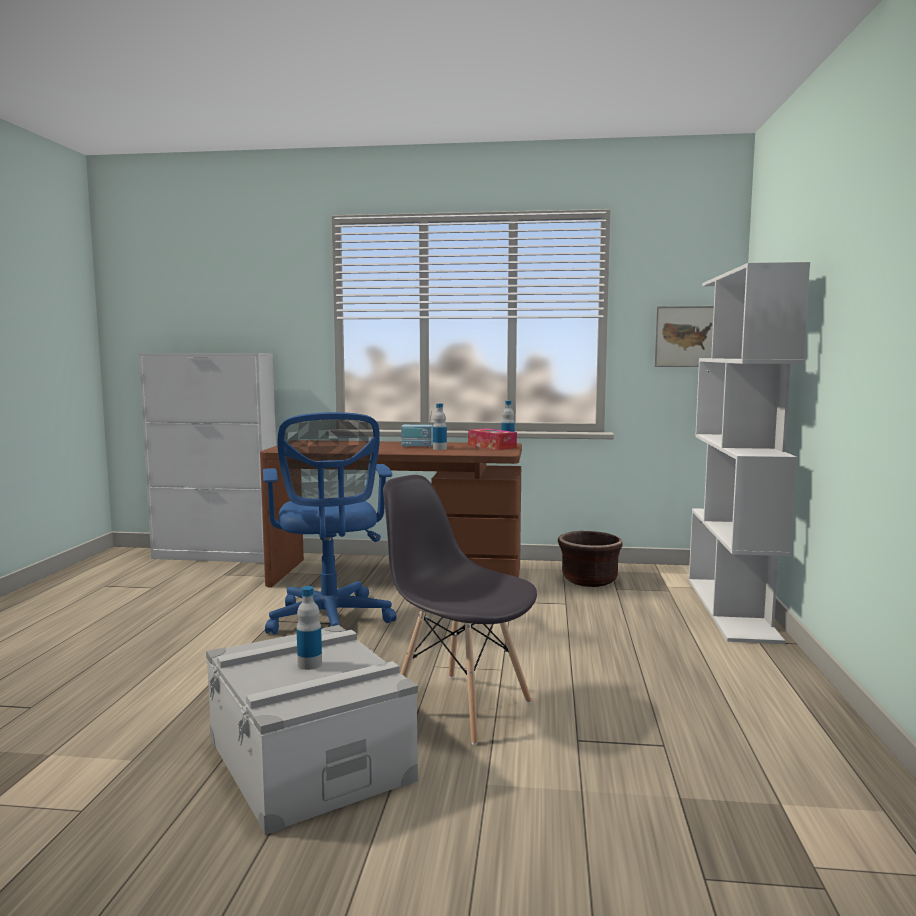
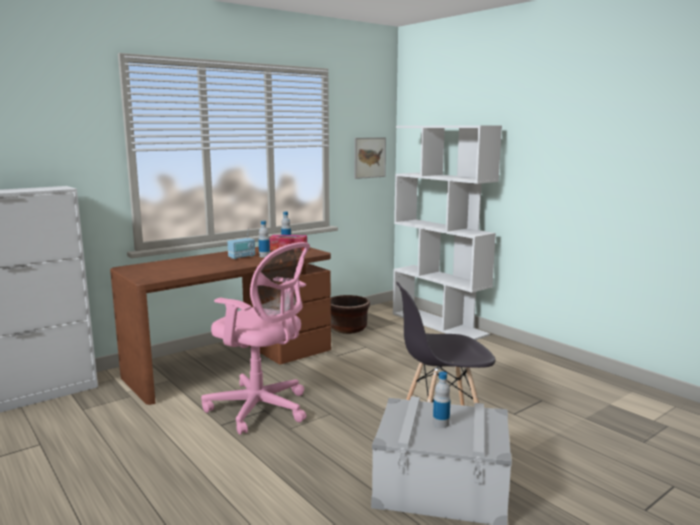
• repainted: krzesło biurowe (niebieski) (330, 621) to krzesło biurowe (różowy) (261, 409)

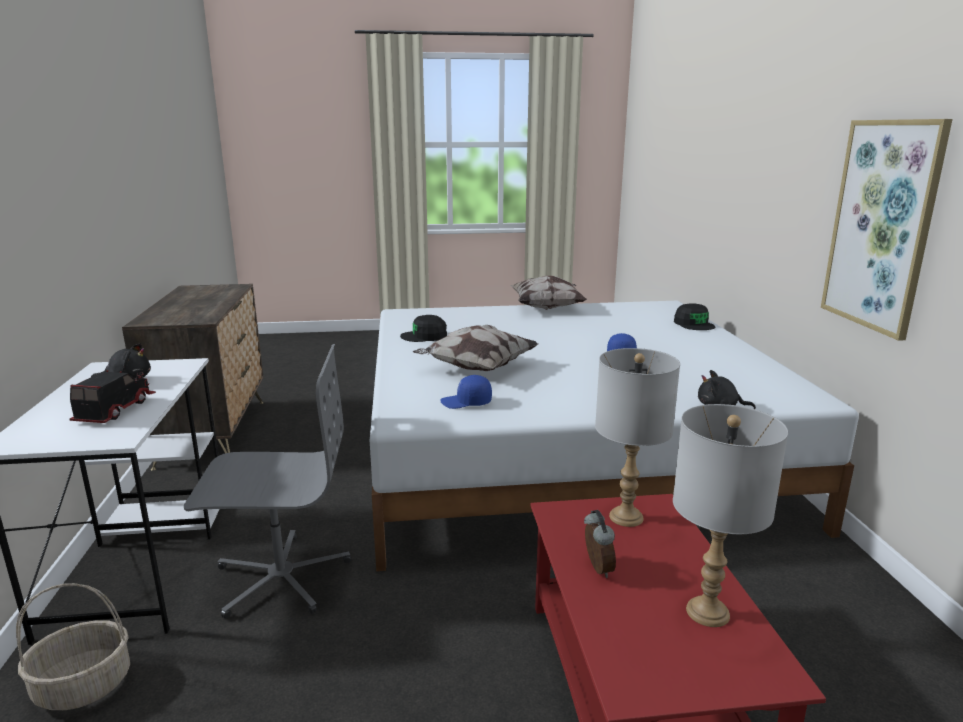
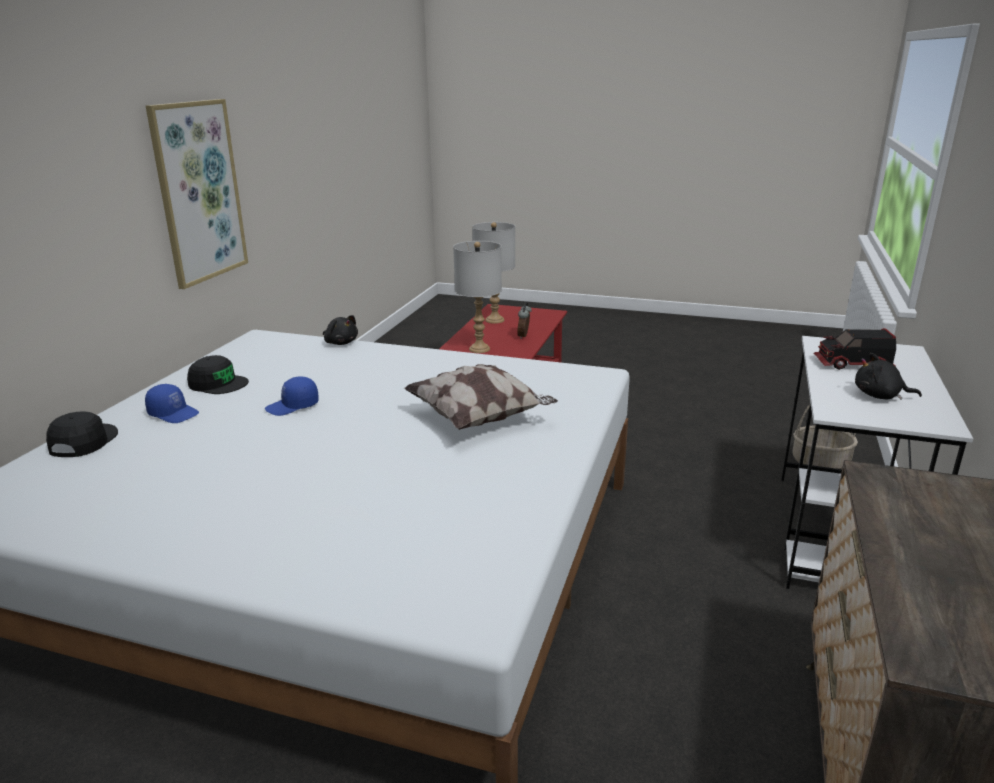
• rotated: ciężarówka zabawkowa (114, 410) = (853, 365) 60 degrees clockwise
• gone: krzesło biurowe (szary) (281, 577)
• shifted: czapka z daszkiem (czarny) (425, 336) to (218, 383)
• shifted: czapka z daszkiem (niebieski) (466, 403) to (174, 413)
• gone: poduszka (547, 307)

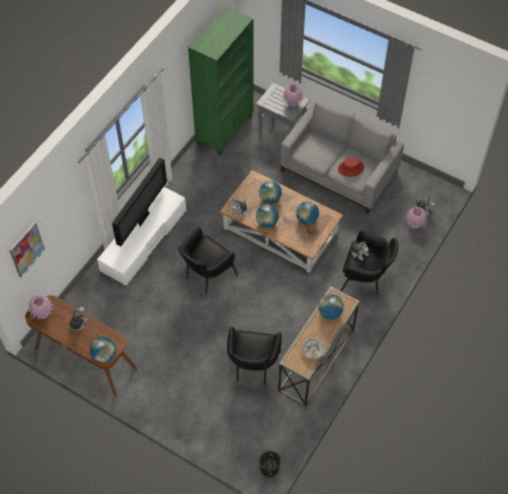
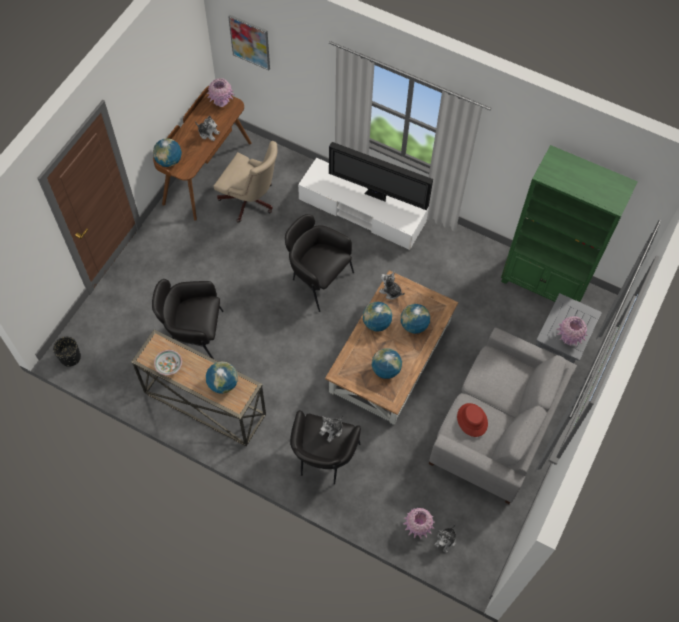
• new: krzesło biurowe (beżowy) (250, 201)

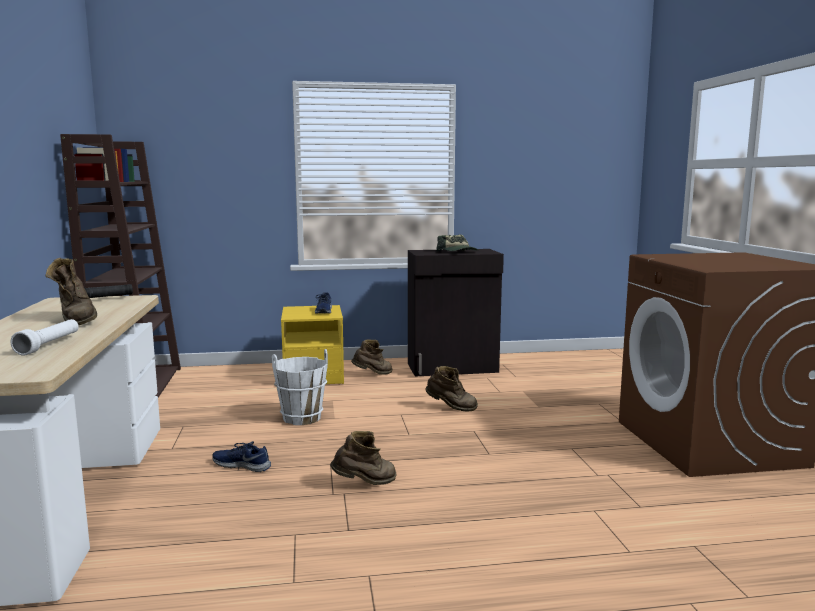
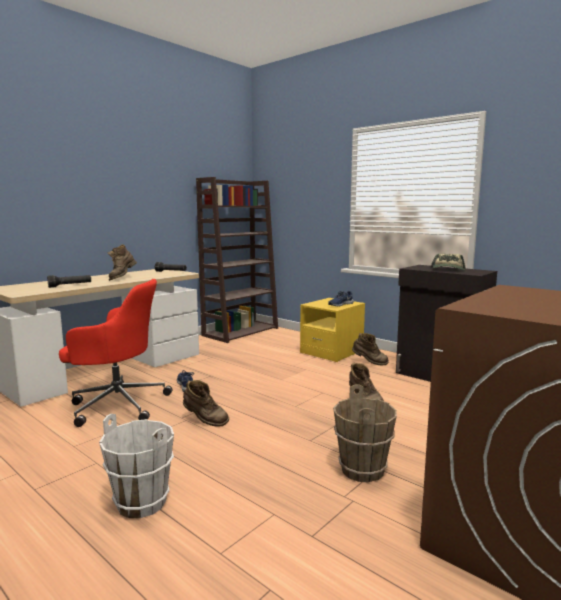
• repainted: latarka (biały) (49, 345) to latarka (czarny) (70, 285)
• shifted: wiadro (biały) (301, 418) to (142, 502)
• new: krzesło biurowe (czerwony) (117, 404)
• new: wiadro (brązowy) (363, 470)

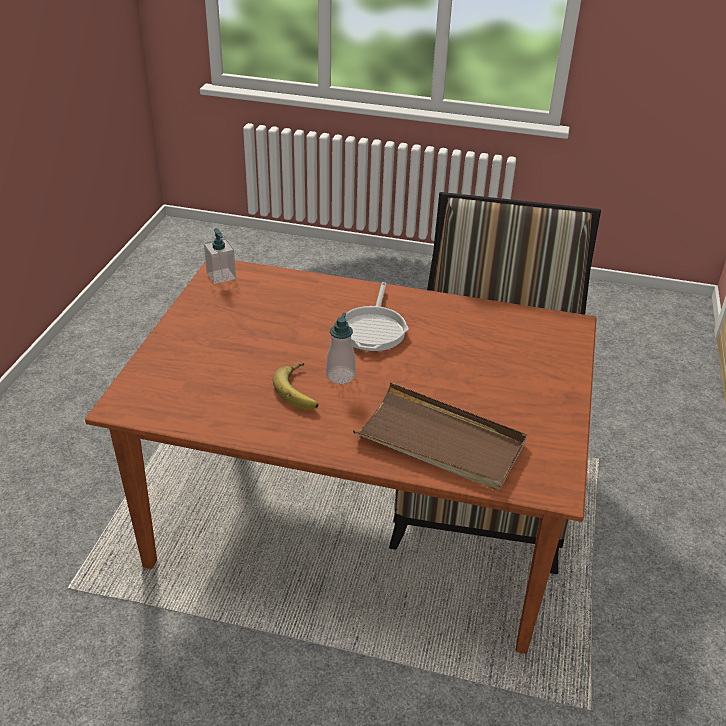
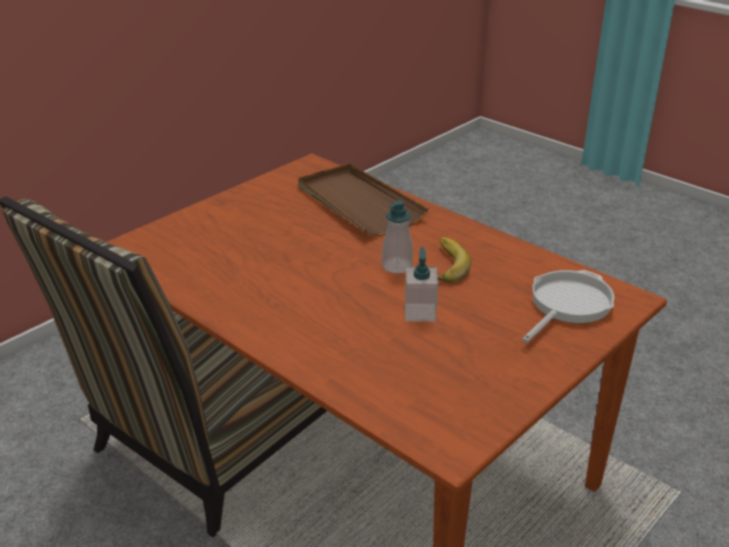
• shifted: dozownik mydła (221, 276) to (420, 312)
• shifted: patelnia (373, 329) to (567, 305)

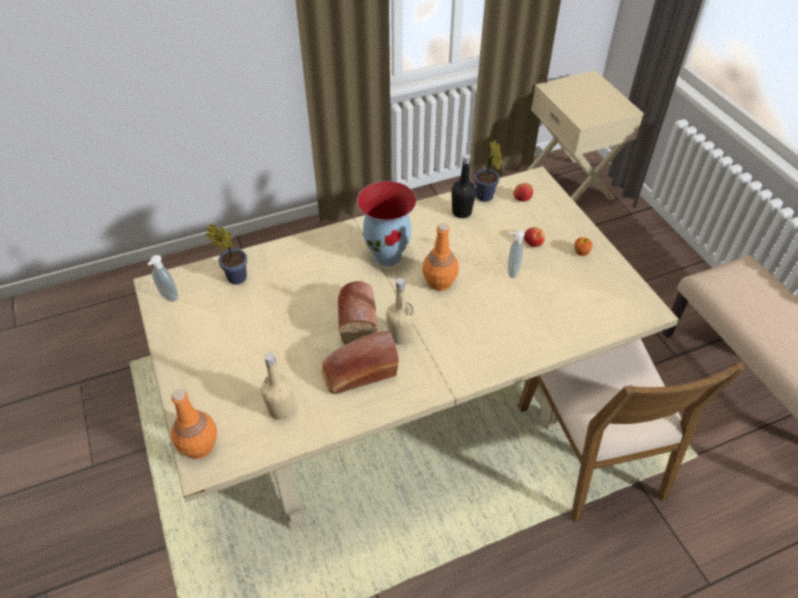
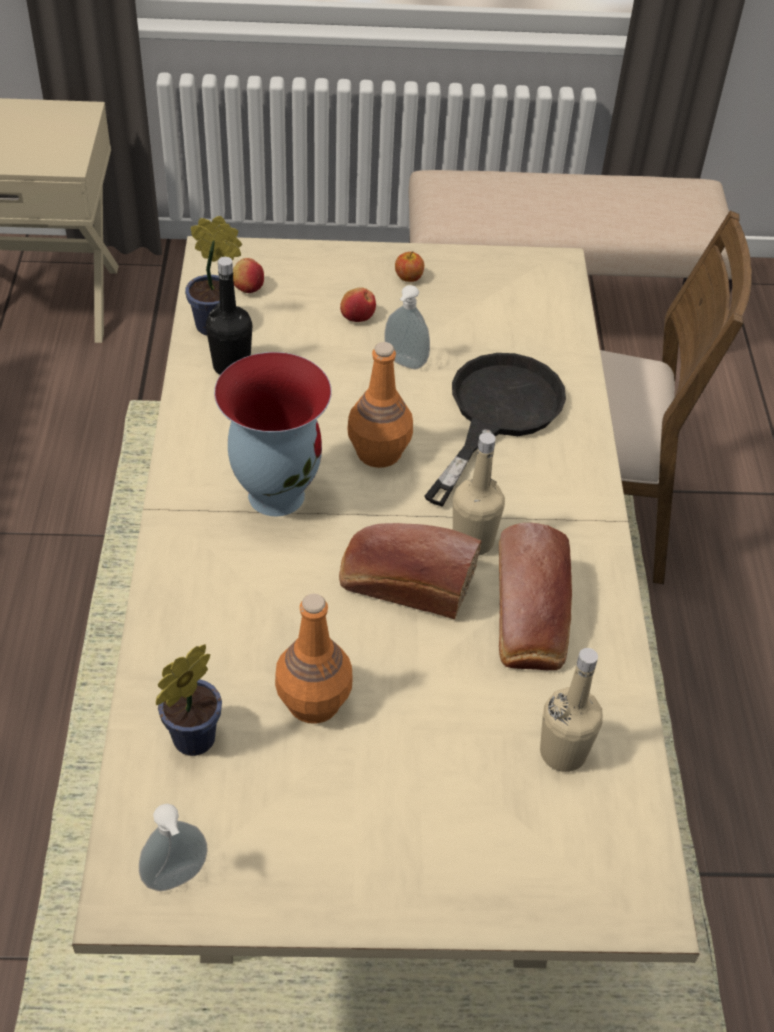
• shifted: butelka (pomarańczowy) (198, 445) to (313, 702)
• new: patelnia (czarny) (497, 414)

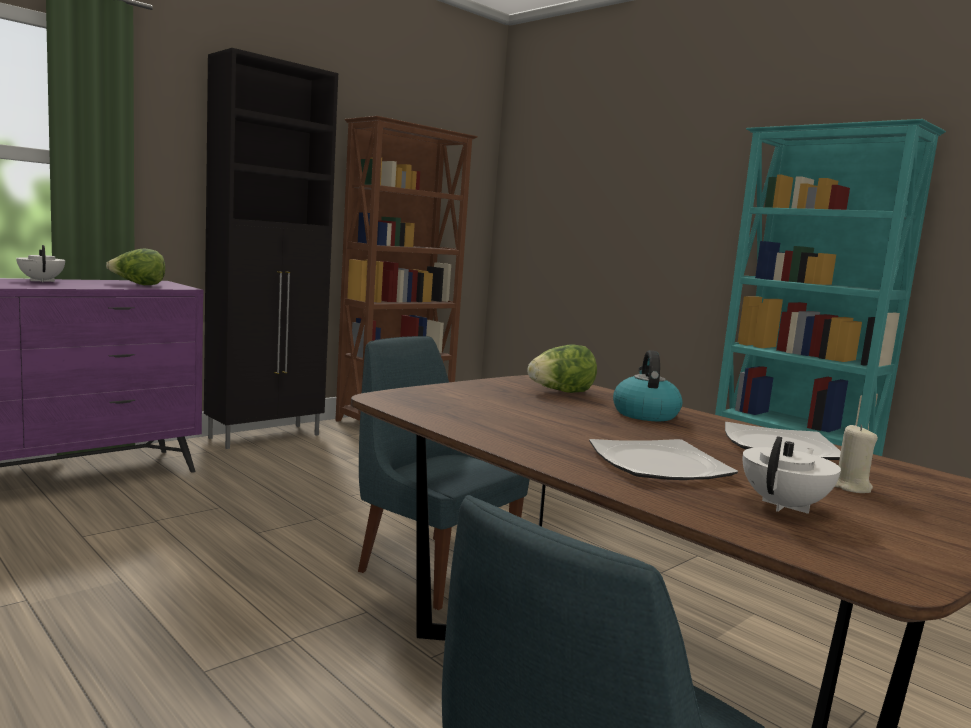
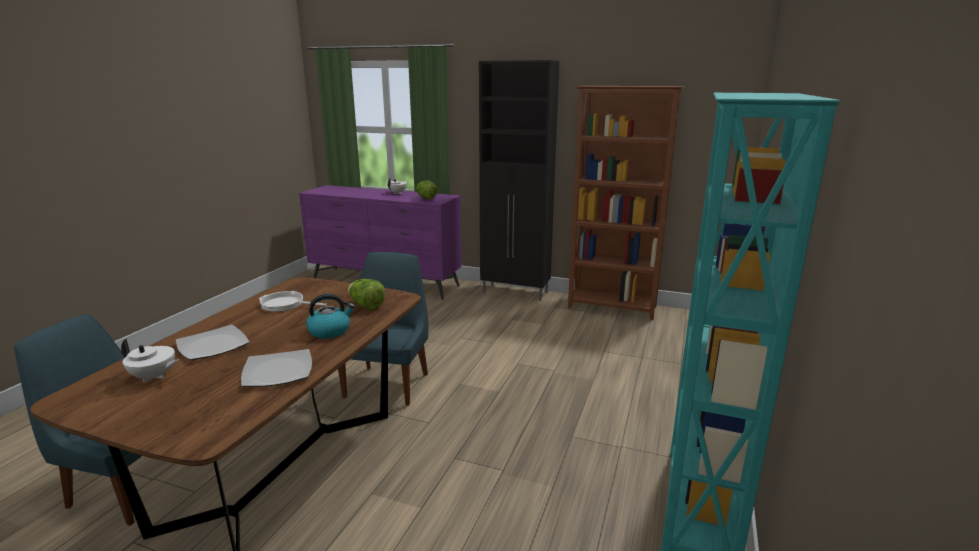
• gone: świeca (beżowy) (850, 487)
• new: patelnia (285, 304)

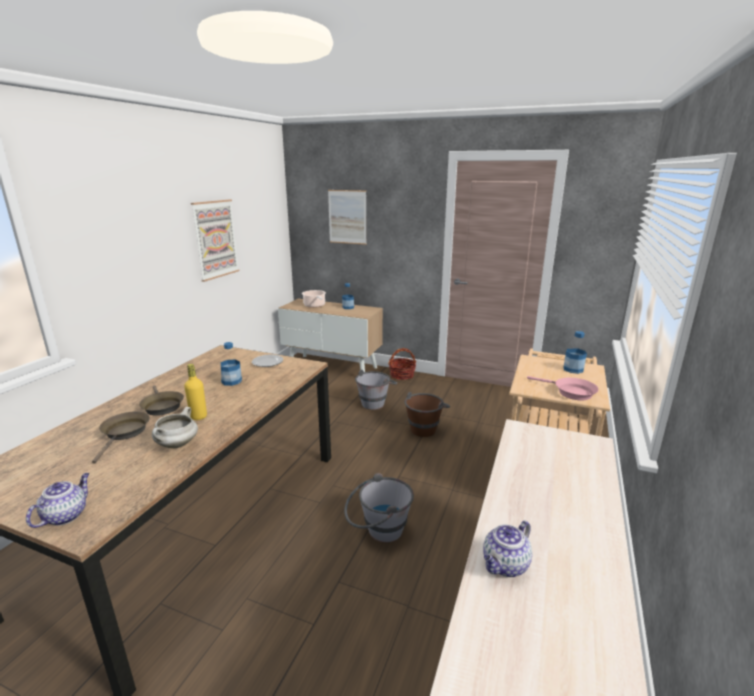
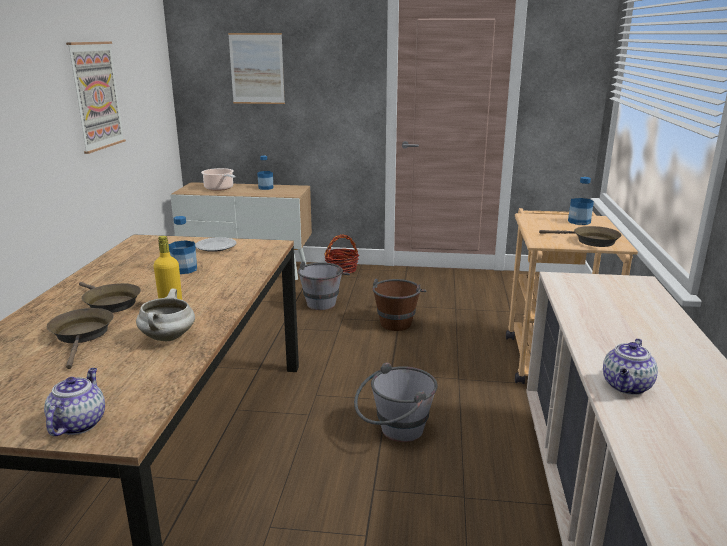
• repainted: patelnia (różowy) (571, 392) to patelnia (brązowy) (591, 241)

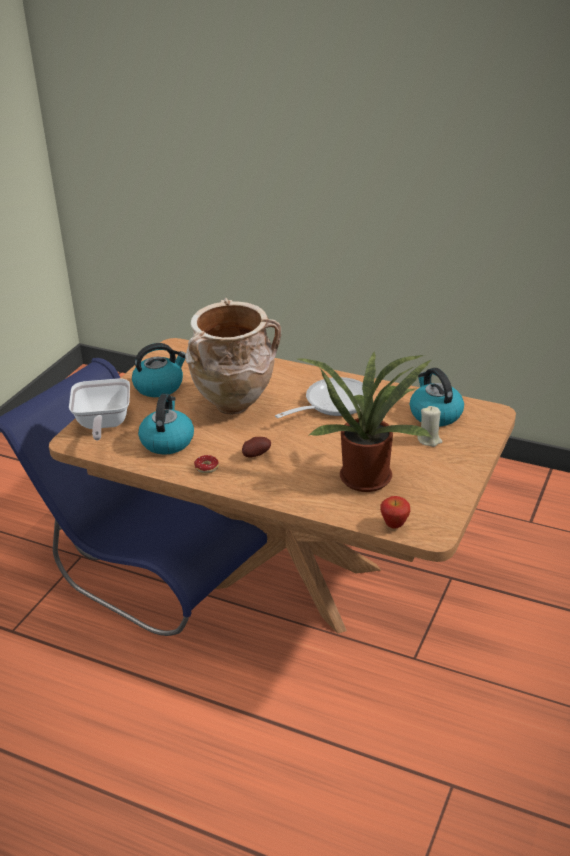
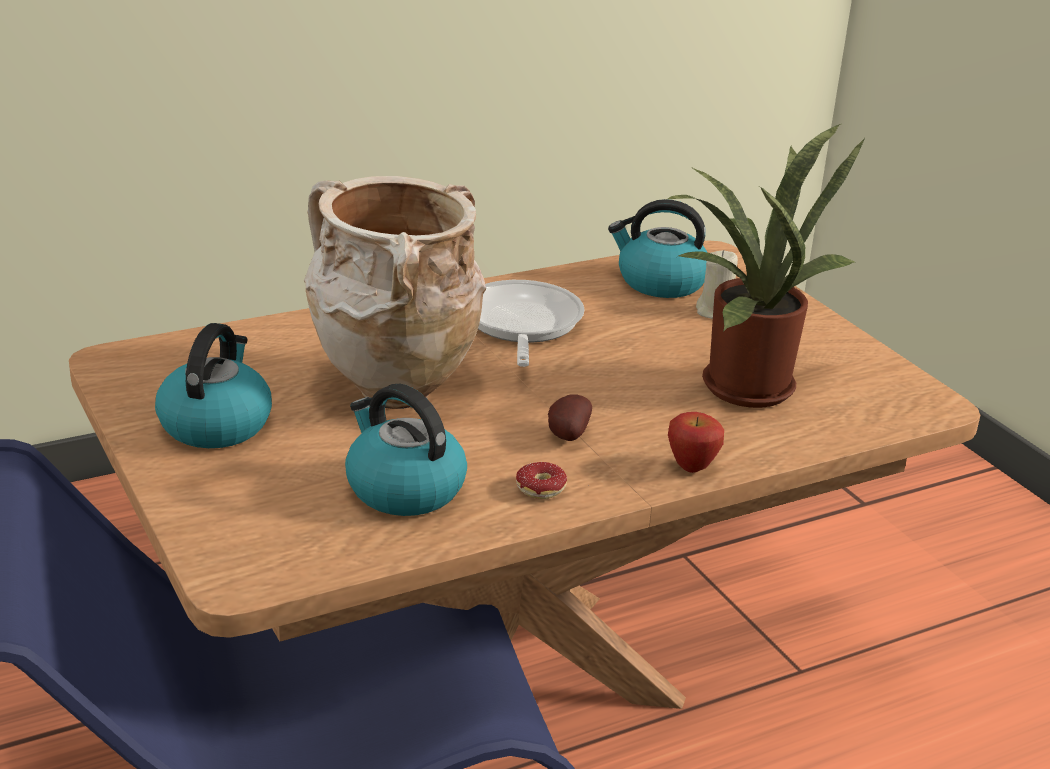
• gone: patelnia (102, 425)
• shifted: jabłko (394, 525) to (691, 467)

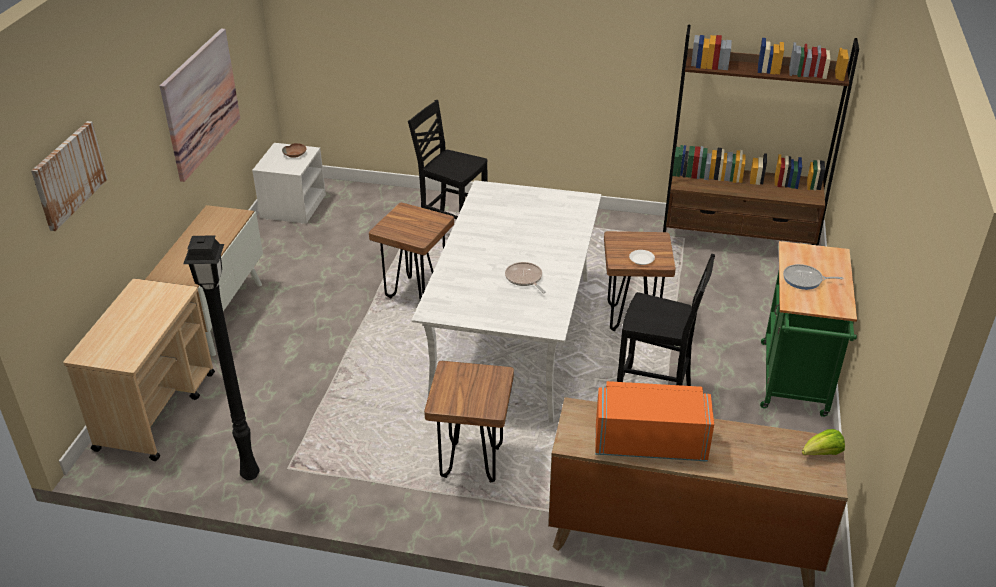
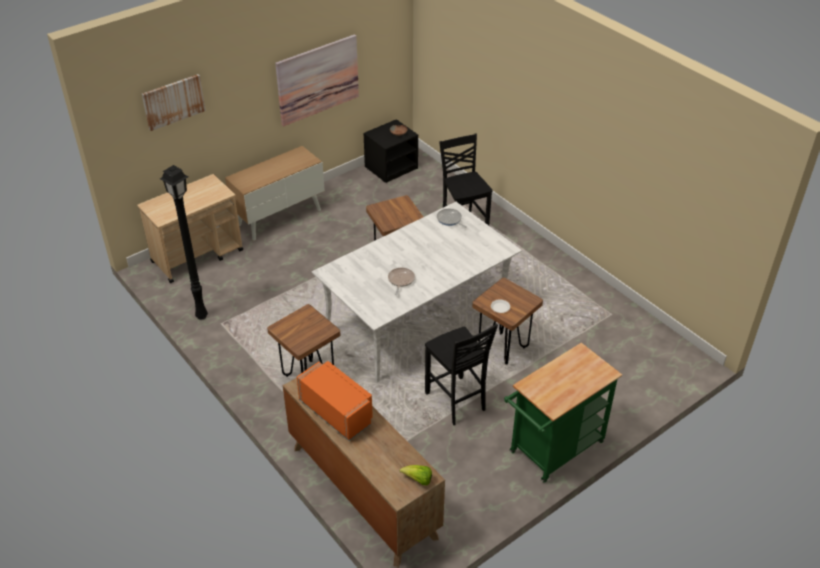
• repainted: szafka nocna (biały) (293, 206) to szafka nocna (czarny) (391, 167)
• gone: regał (brązowy) (738, 240)
• shifted: patelnia (804, 280) to (450, 219)

